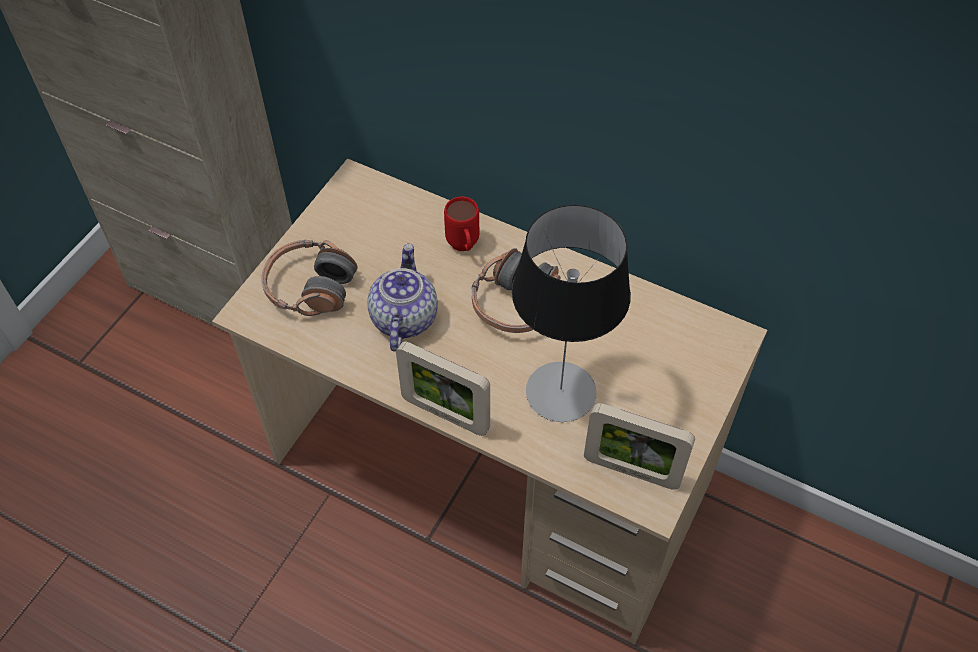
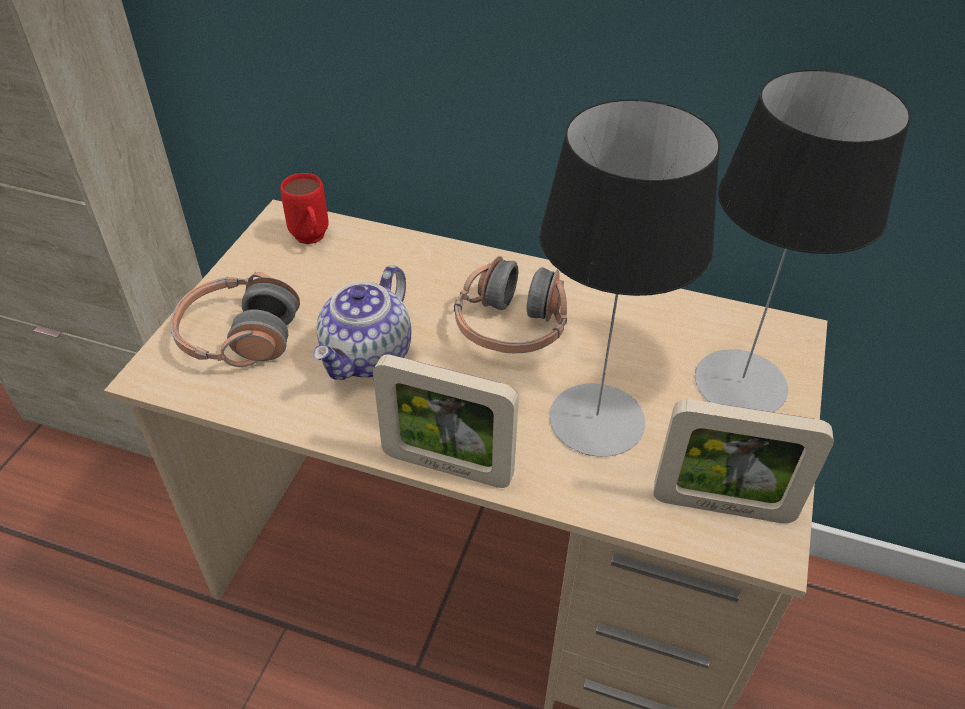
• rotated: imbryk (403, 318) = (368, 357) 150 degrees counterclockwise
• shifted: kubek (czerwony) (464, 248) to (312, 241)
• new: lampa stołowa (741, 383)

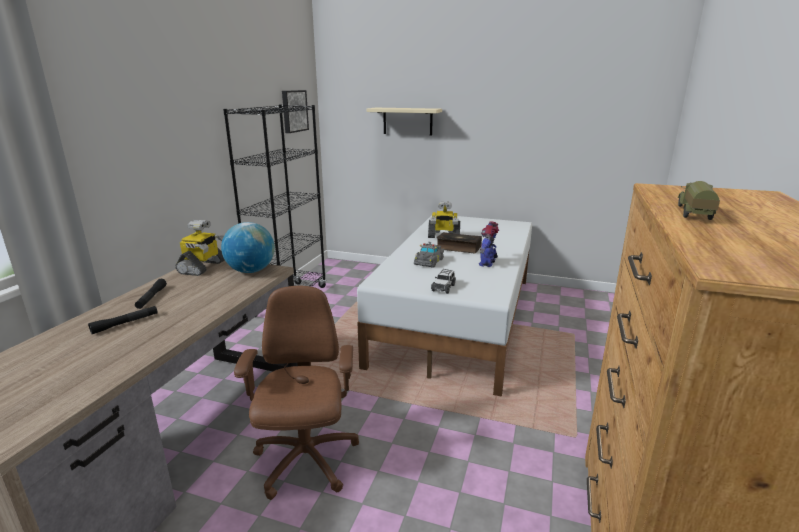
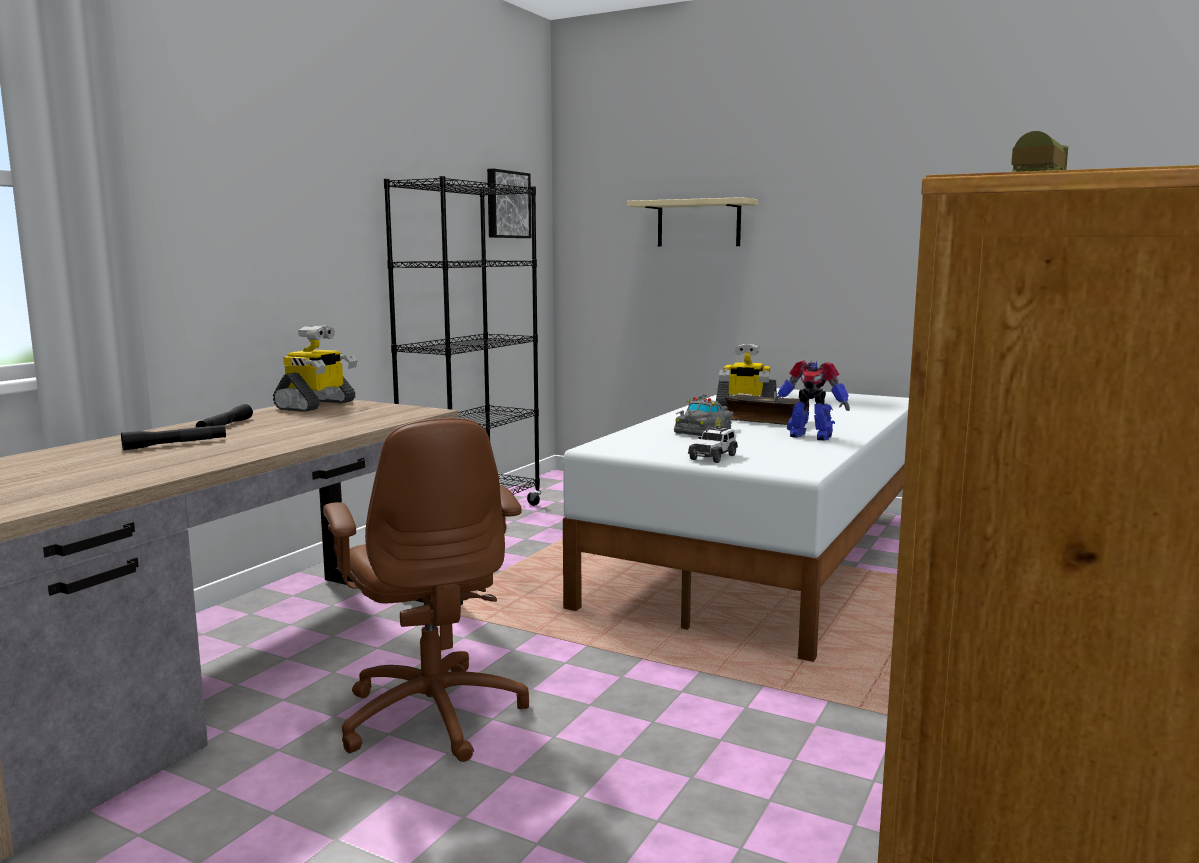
• gone: globus (251, 271)
• rotated: krzesło biurowe (brązowy) (305, 461) = (433, 714) 150 degrees clockwise
• rotated: robot zabawkowy (488, 263) = (810, 436) 90 degrees counterclockwise

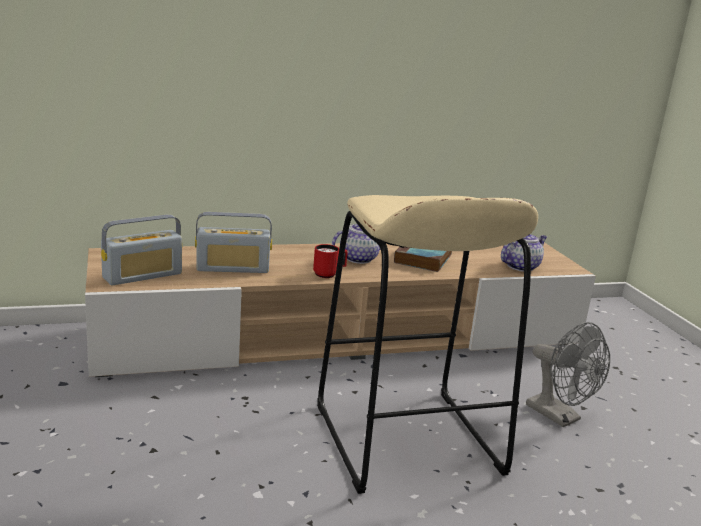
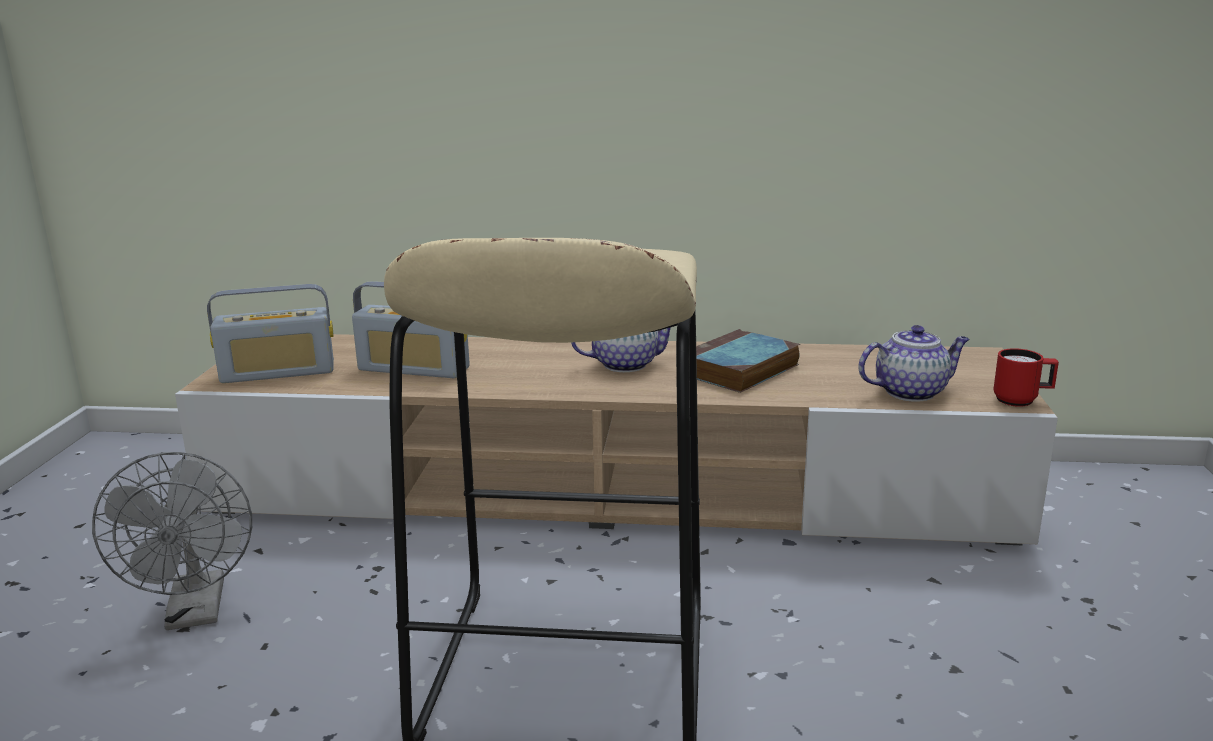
• shifted: kubek (czerwony) (329, 274) to (1022, 401)
• shifted: wentylator (szary) (560, 417) to (196, 613)

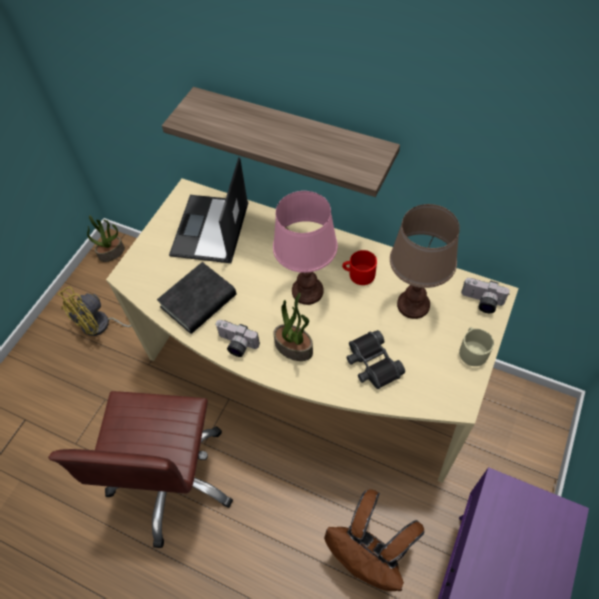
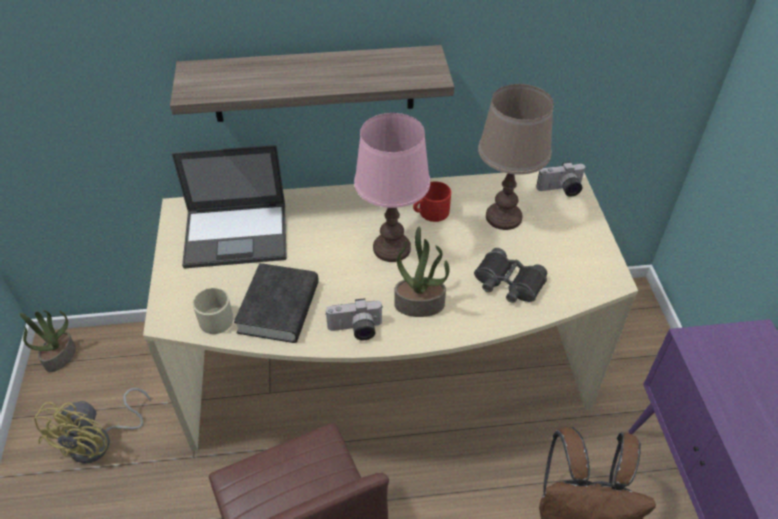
• rotated: laptop (210, 230) = (238, 235) 75 degrees counterclockwise
• shifted: kubek (beżowy) (472, 350) to (213, 317)

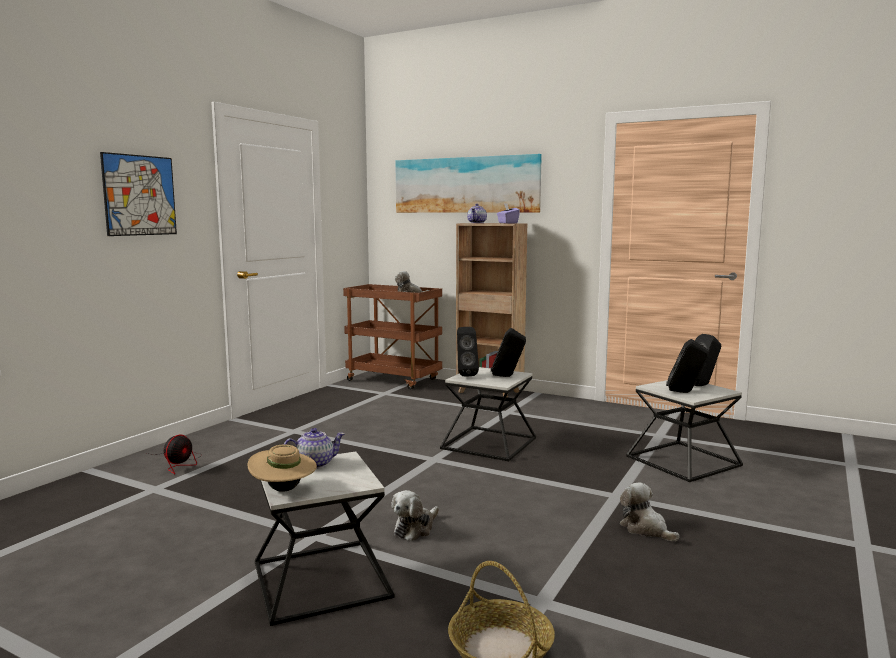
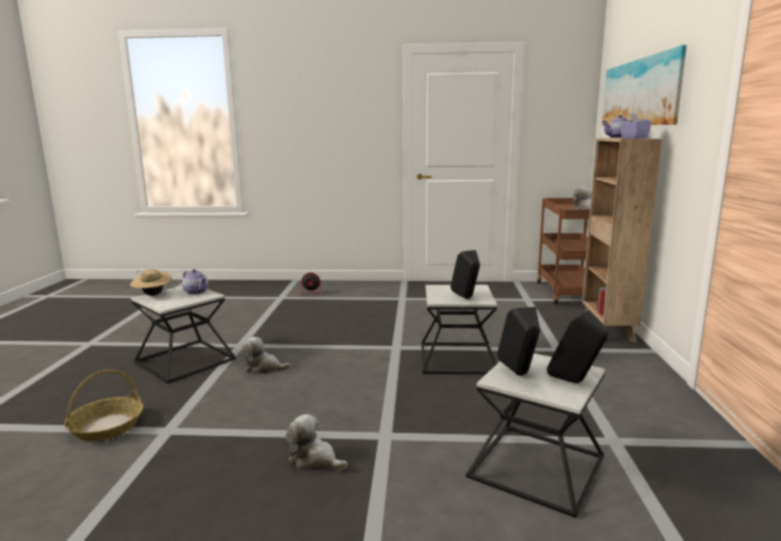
• gone: obraz (140, 195)
• gone: głośnik (czarny) (465, 375)
• rotated: pluszak (645, 529) = (315, 460) 90 degrees counterclockwise

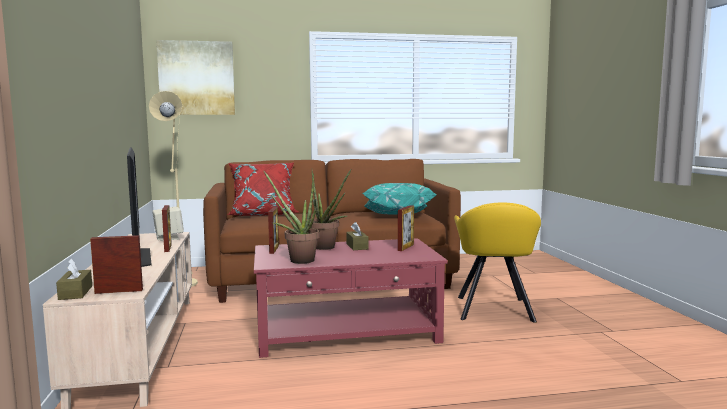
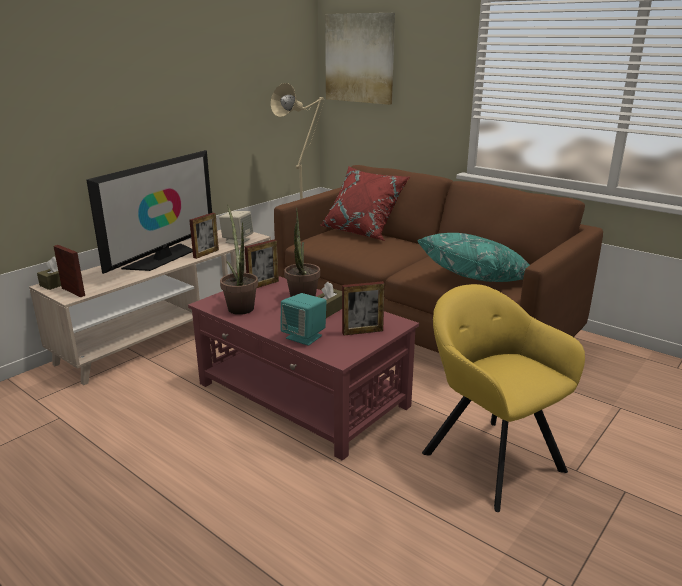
• rotated: fotel (żółty) (493, 310) = (489, 457) 90 degrees clockwise
• new: głośnik (turkusowy) (304, 337)

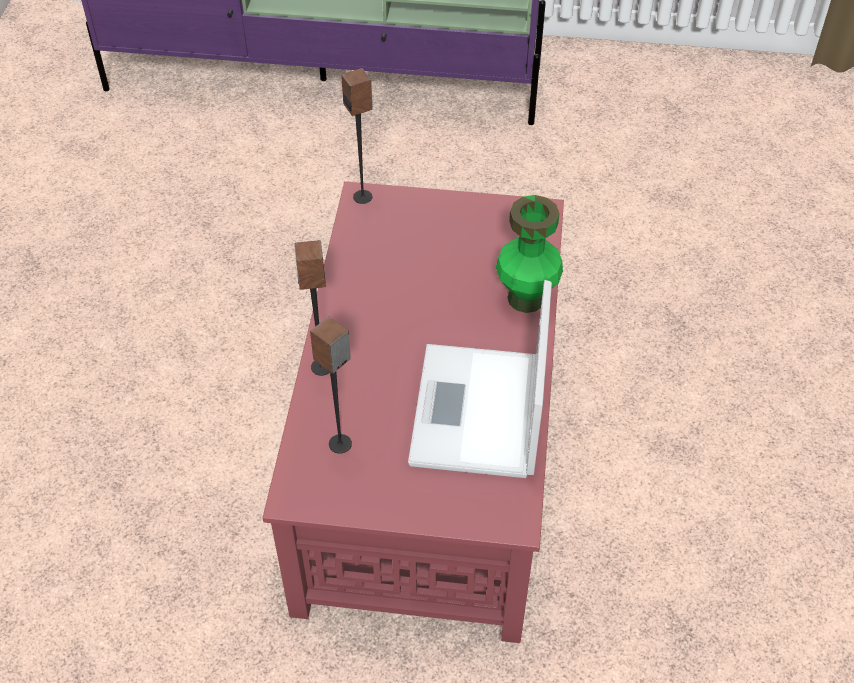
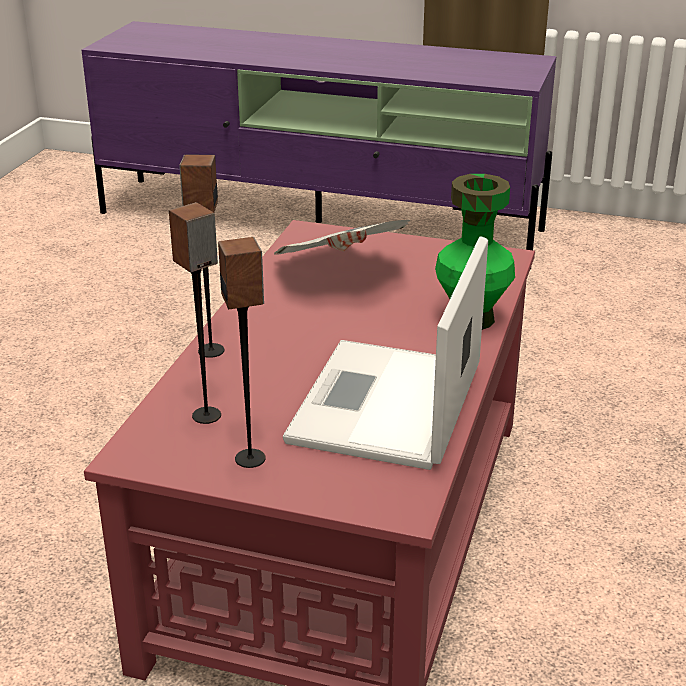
• shifted: głośnik (363, 197) to (251, 458)
• new: gazeta (340, 272)

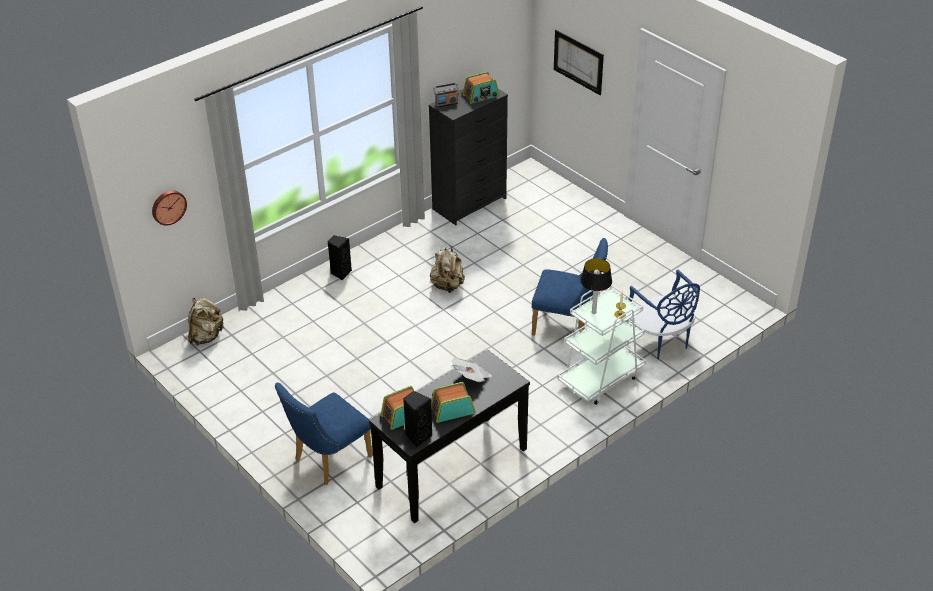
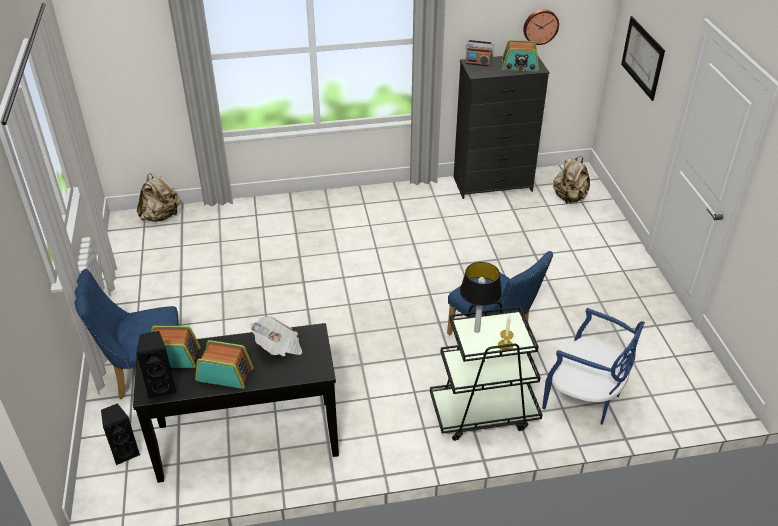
• shifted: zegar ścienny (168, 207) to (540, 26)
• shifted: głośnik (czarny) (340, 273) to (125, 452)
• shifted: plecak (beżowy) (447, 286) to (569, 198)
• repainted: wózek (biały) (600, 378) to wózek (czarny) (483, 412)
• rotated: krzesło (niebieski) (660, 340) = (584, 398) 60 degrees counterclockwise

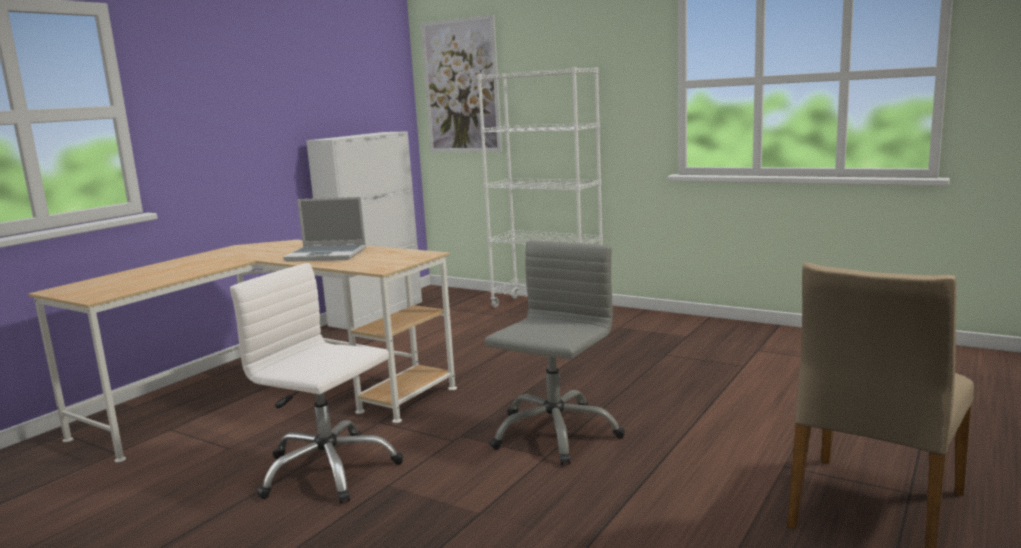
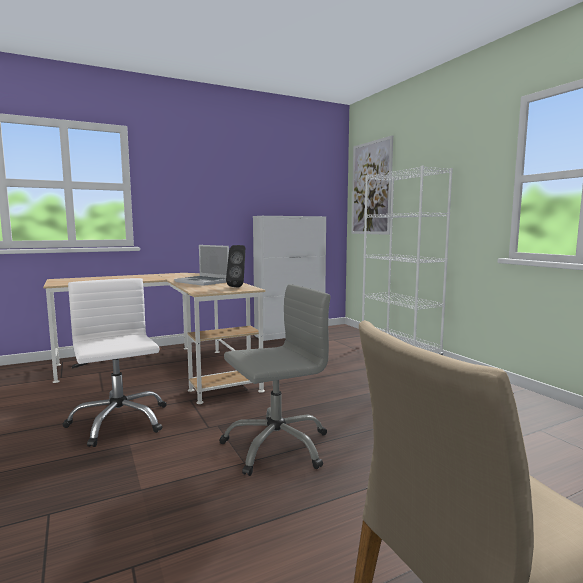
• new: głośnik (czarny) (238, 287)

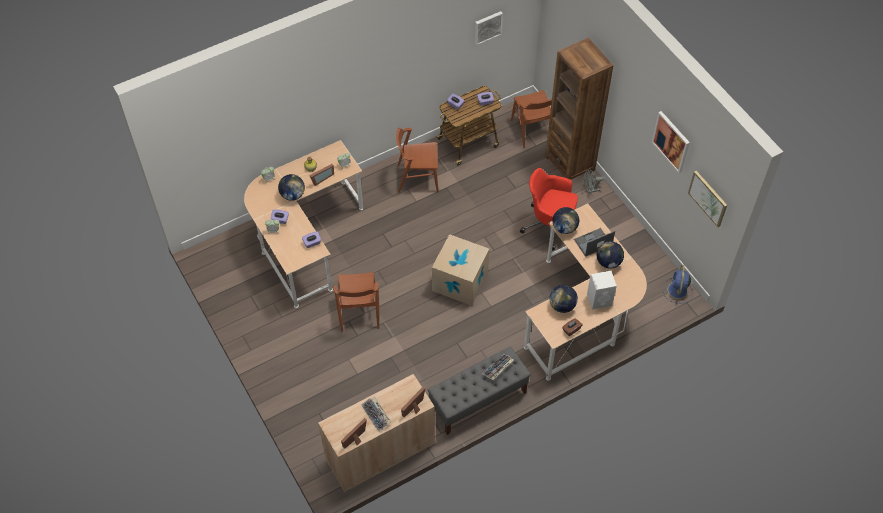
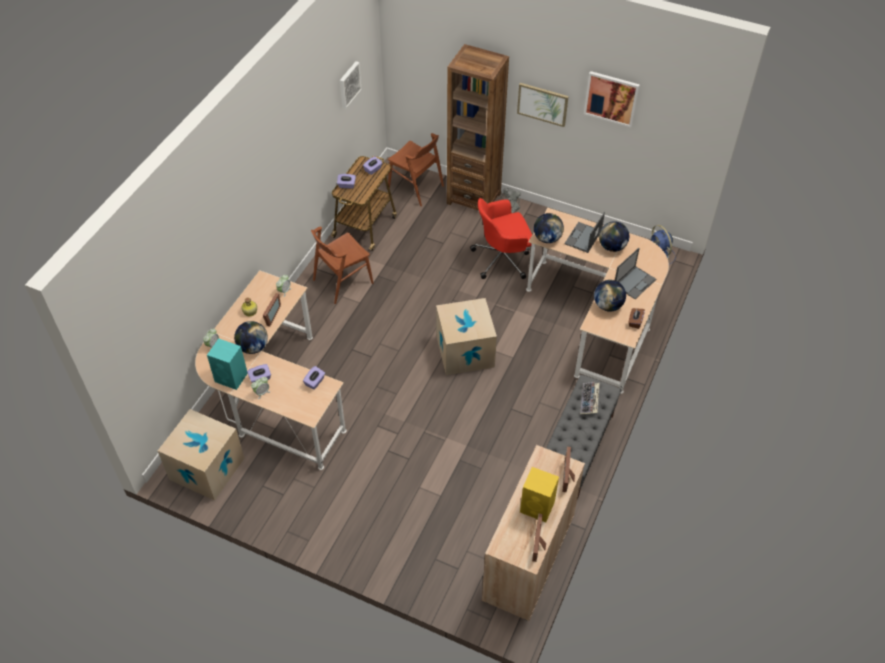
• gone: krzesło (brązowy) (359, 312)
• swapped: klawiatura (376, 415) to głośnik (żółty) (538, 507)
• swapped: głośnik (biały) (600, 299) to laptop (634, 282)
• shifted: obraz (708, 198) to (542, 104)
• new: karton (207, 468)
• new: głośnik (turkusowy) (232, 378)

